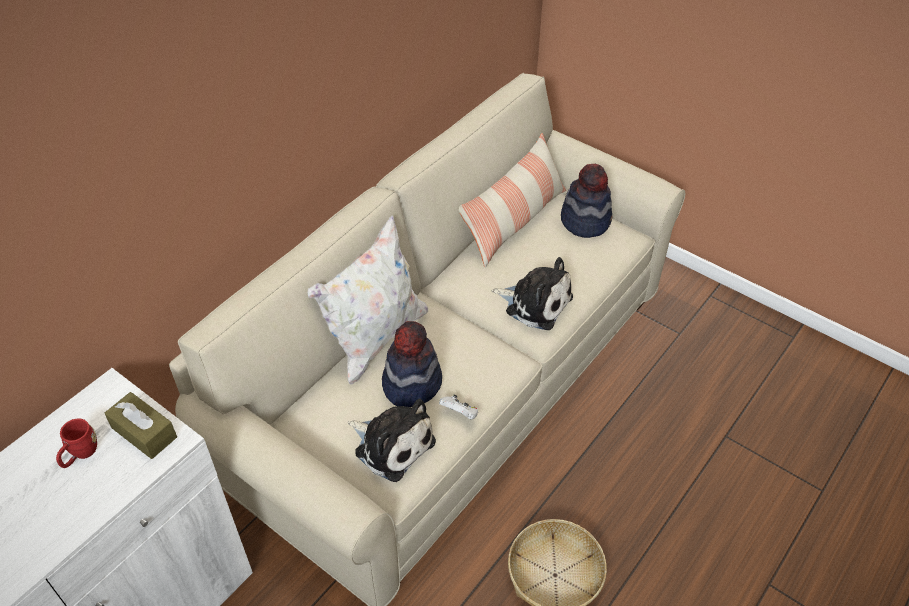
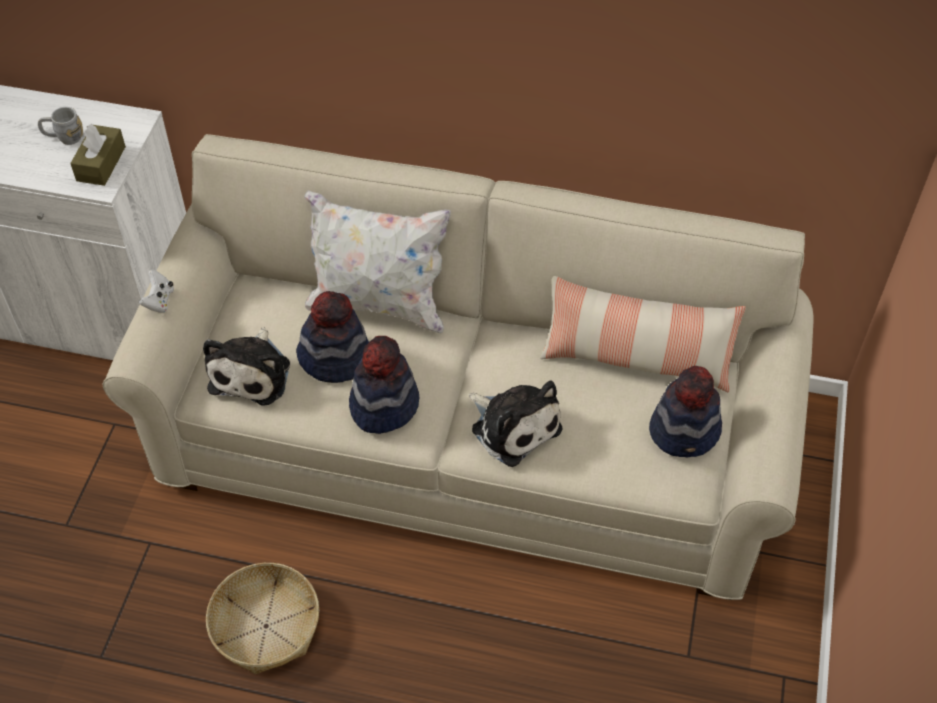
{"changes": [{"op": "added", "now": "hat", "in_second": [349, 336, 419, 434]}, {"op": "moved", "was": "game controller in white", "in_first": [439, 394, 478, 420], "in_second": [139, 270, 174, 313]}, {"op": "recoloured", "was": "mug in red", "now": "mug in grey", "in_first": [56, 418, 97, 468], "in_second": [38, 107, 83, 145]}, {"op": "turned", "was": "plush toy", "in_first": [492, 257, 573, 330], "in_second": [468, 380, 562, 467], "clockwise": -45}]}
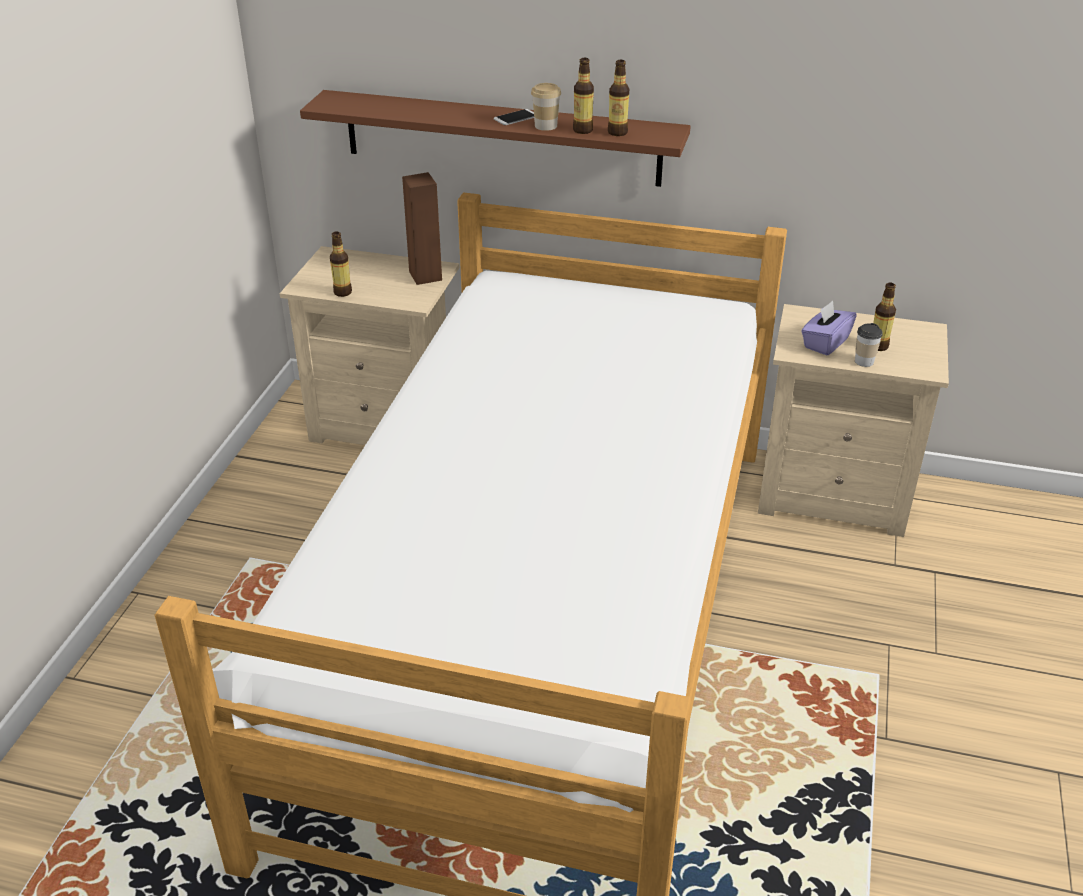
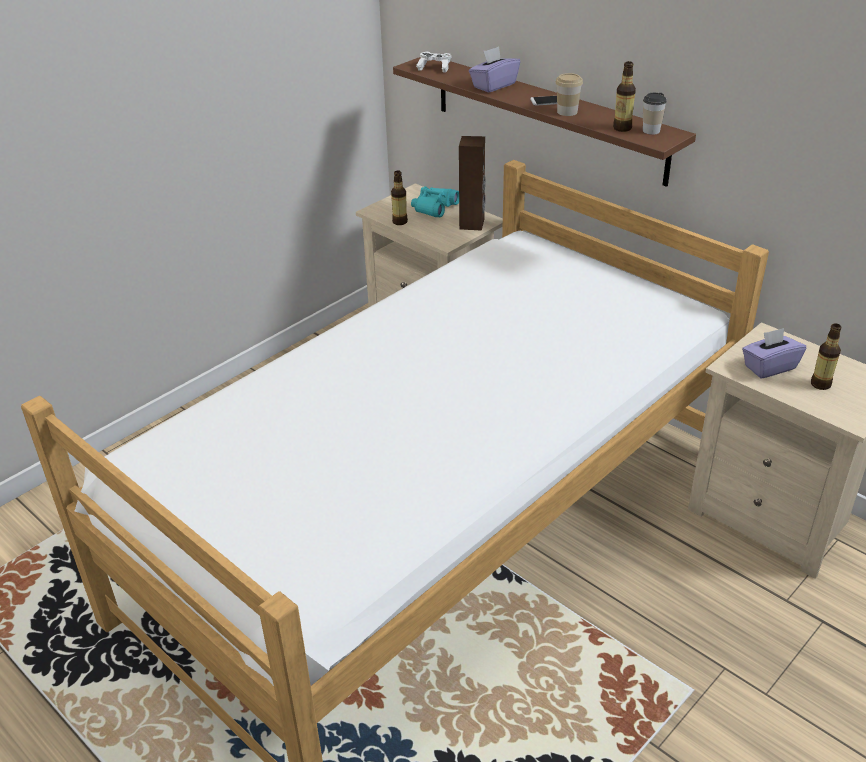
{"changes": [{"op": "removed", "was": "bottle", "in_first": [573, 58, 594, 134]}, {"op": "added", "now": "binoculars in turquoise", "in_second": [411, 186, 459, 217]}, {"op": "added", "now": "game controller in white", "in_second": [416, 52, 451, 73]}, {"op": "added", "now": "tissue box in purple", "in_second": [469, 47, 520, 93]}, {"op": "moved", "was": "cup", "in_first": [855, 323, 883, 367], "in_second": [643, 93, 667, 135]}]}
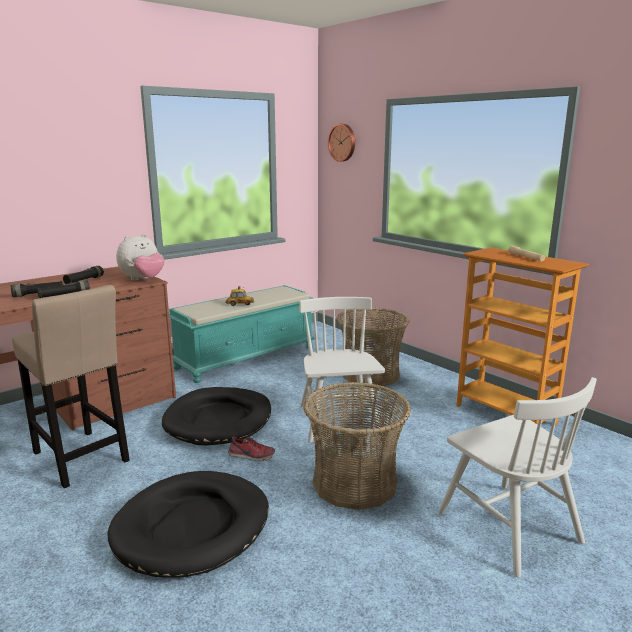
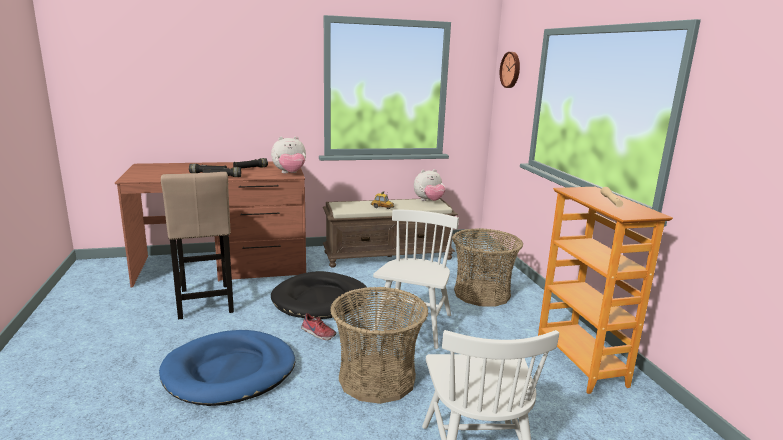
{"changes": [{"op": "added", "now": "plush toy", "in_second": [414, 169, 445, 201]}, {"op": "recoloured", "was": "dog bed in black", "now": "dog bed in blue", "in_first": [108, 471, 269, 578], "in_second": [159, 330, 295, 406]}, {"op": "recoloured", "was": "bench in turquoise", "now": "bench in brown", "in_first": [169, 285, 315, 383], "in_second": [323, 198, 458, 268]}]}
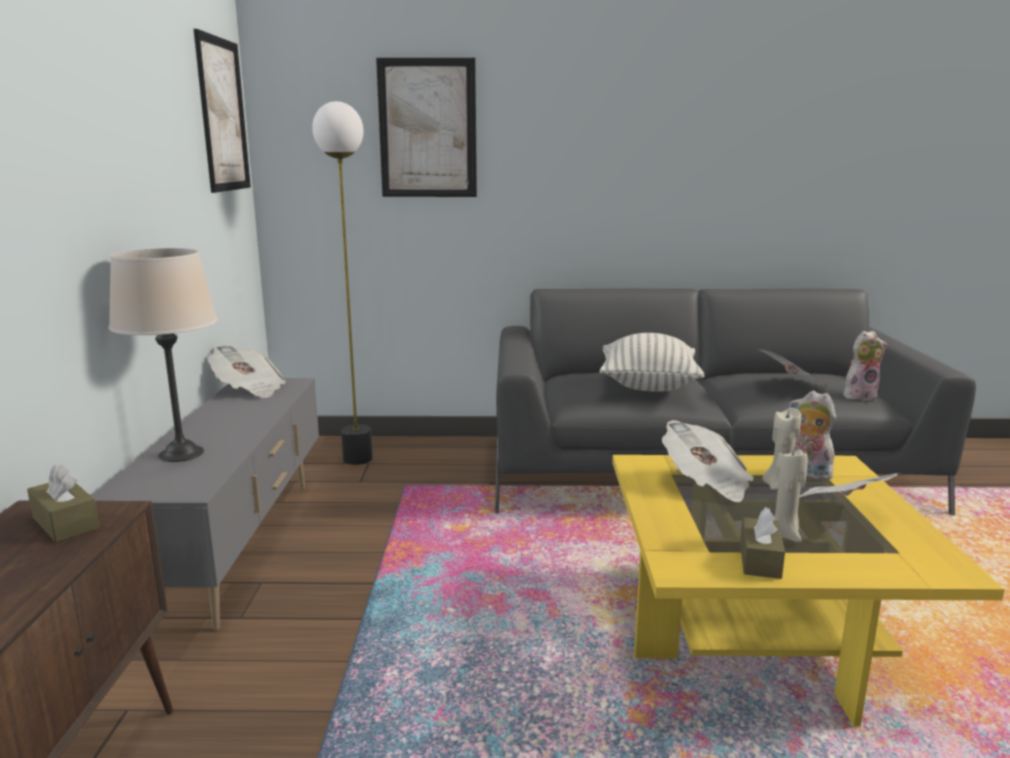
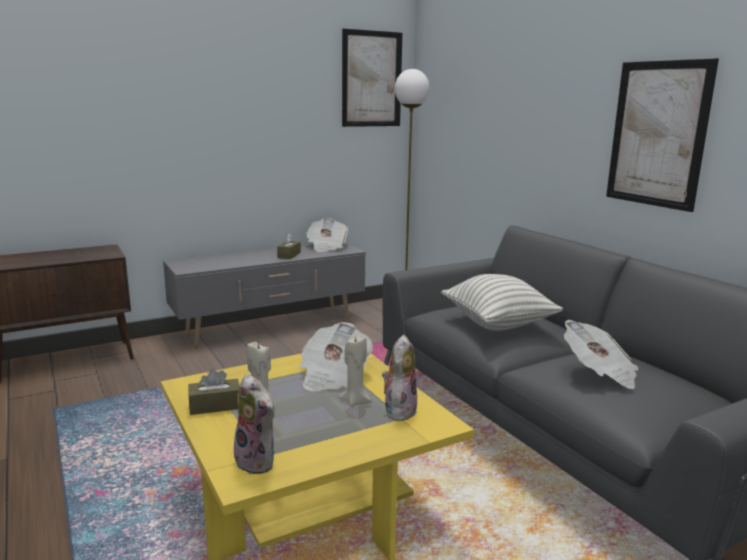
{"changes": [{"op": "removed", "was": "table lamp in beige", "in_first": [109, 248, 217, 462]}, {"op": "removed", "was": "newspaper", "in_first": [799, 472, 902, 497]}, {"op": "moved", "was": "tissue box in brown", "in_first": [27, 463, 99, 542], "in_second": [277, 233, 301, 259]}, {"op": "moved", "was": "picture", "in_first": [376, 58, 477, 197], "in_second": [606, 58, 719, 212]}, {"op": "moved", "was": "plush toy", "in_first": [843, 331, 887, 401], "in_second": [234, 374, 275, 475]}]}
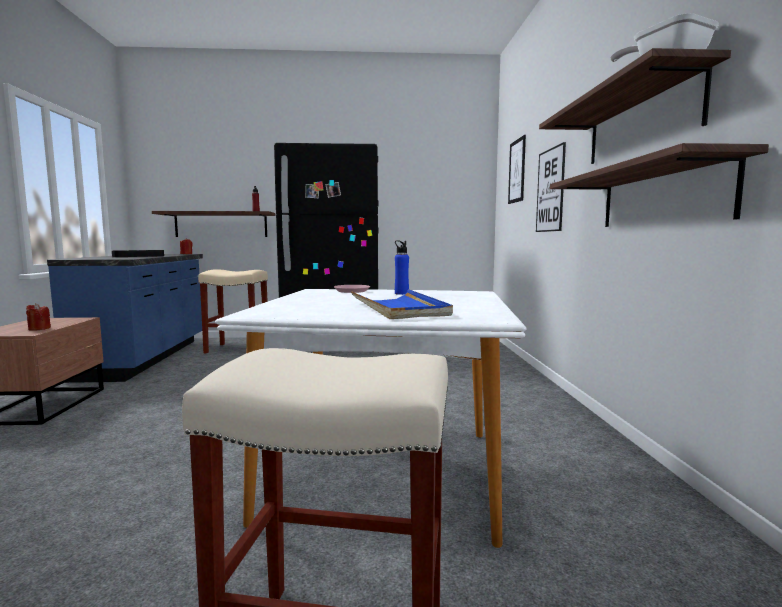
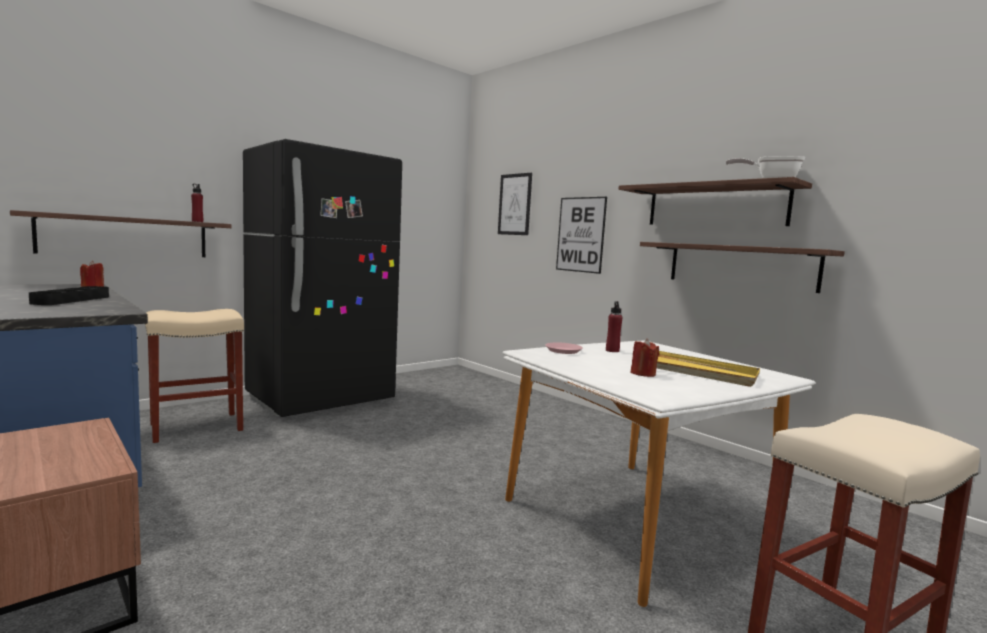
{"changes": [{"op": "moved", "was": "candle in red", "in_first": [26, 303, 51, 331], "in_second": [631, 339, 659, 377]}, {"op": "recoloured", "was": "tray in blue", "now": "tray in yellow", "in_first": [351, 289, 453, 319], "in_second": [656, 351, 760, 387]}, {"op": "recoloured", "was": "bottle in blue", "now": "bottle in red", "in_first": [395, 240, 409, 295], "in_second": [606, 301, 622, 352]}]}
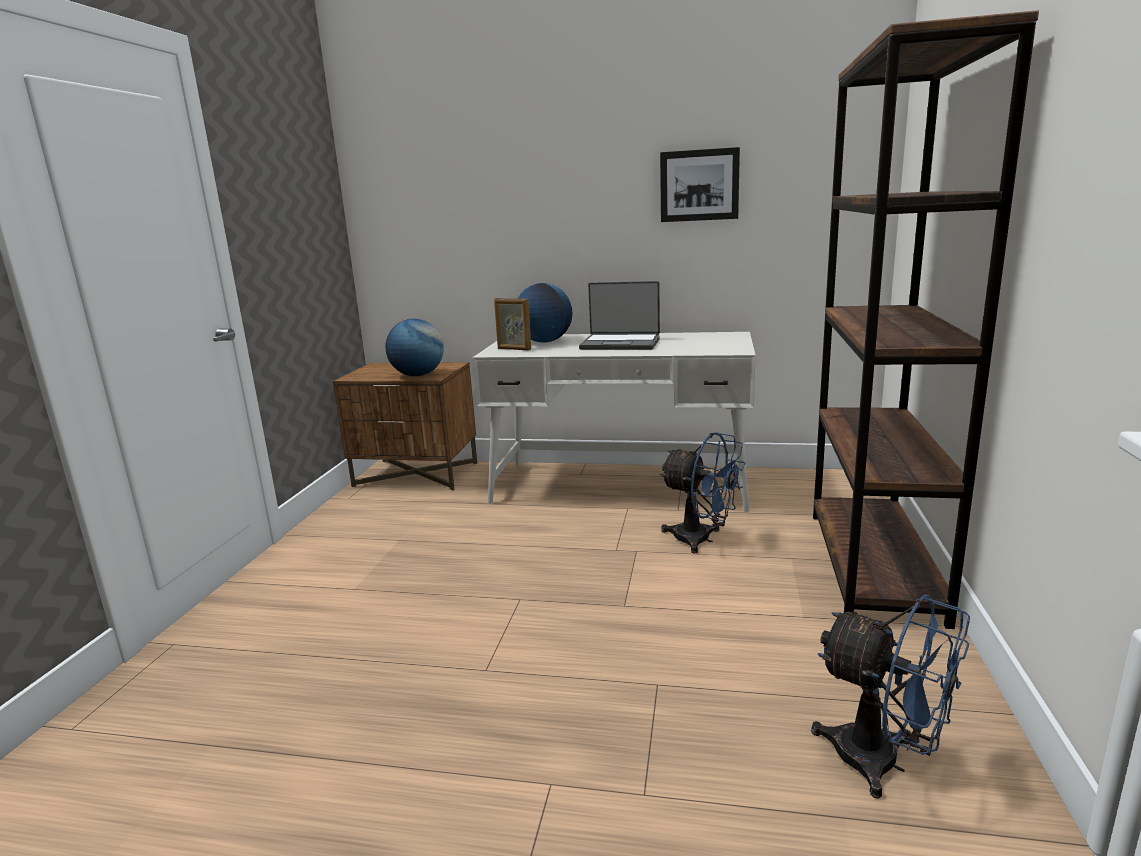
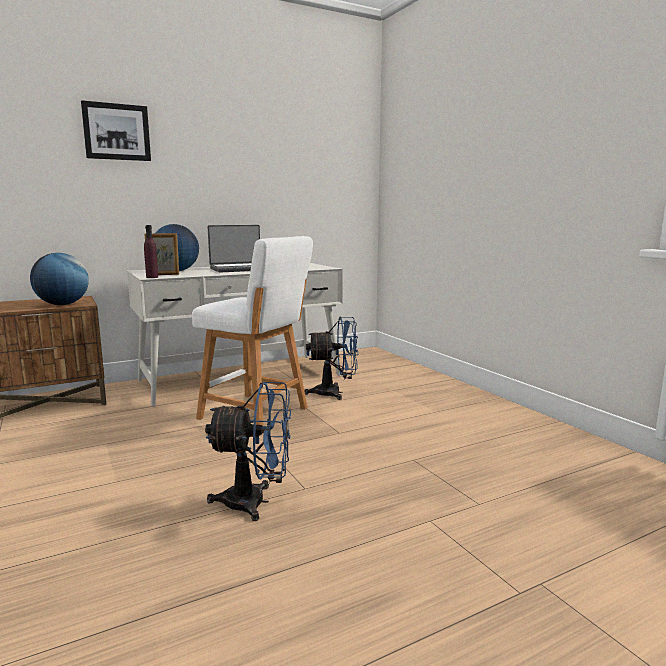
{"changes": [{"op": "removed", "was": "bookcase in brown", "in_first": [813, 10, 1039, 629]}, {"op": "added", "now": "bottle in purple", "in_second": [144, 225, 158, 278]}, {"op": "added", "now": "stool in white", "in_second": [192, 236, 313, 435]}, {"op": "moved", "was": "picture", "in_first": [660, 147, 740, 222], "in_second": [81, 100, 151, 161]}, {"op": "moved", "was": "fan in blue", "in_first": [811, 594, 970, 799], "in_second": [205, 382, 291, 521]}]}
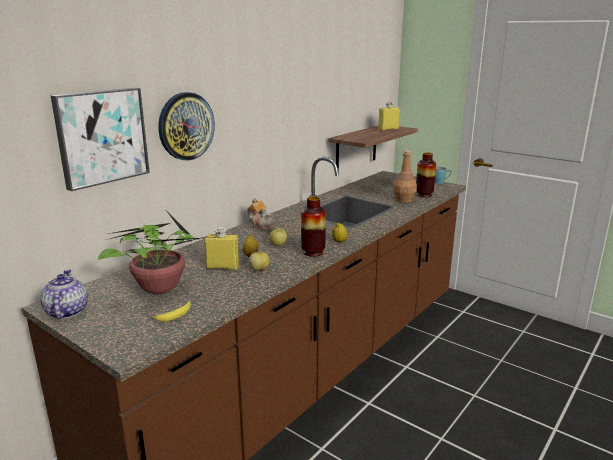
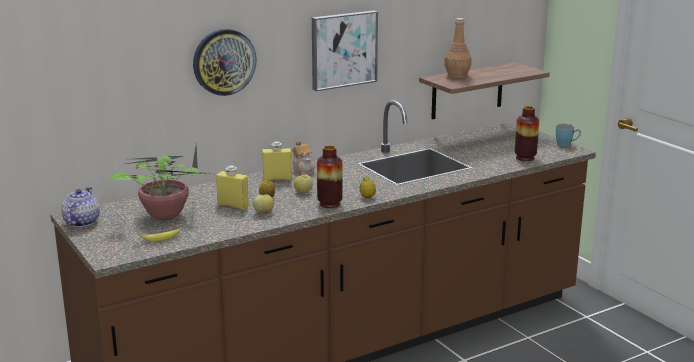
{"changes": [{"op": "moved", "was": "picture", "in_first": [51, 88, 150, 191], "in_second": [312, 10, 378, 91]}, {"op": "moved", "was": "bottle in yellow", "in_first": [378, 102, 400, 131], "in_second": [262, 142, 292, 181]}, {"op": "moved", "was": "bottle in brown", "in_first": [393, 150, 417, 203], "in_second": [444, 18, 471, 78]}]}
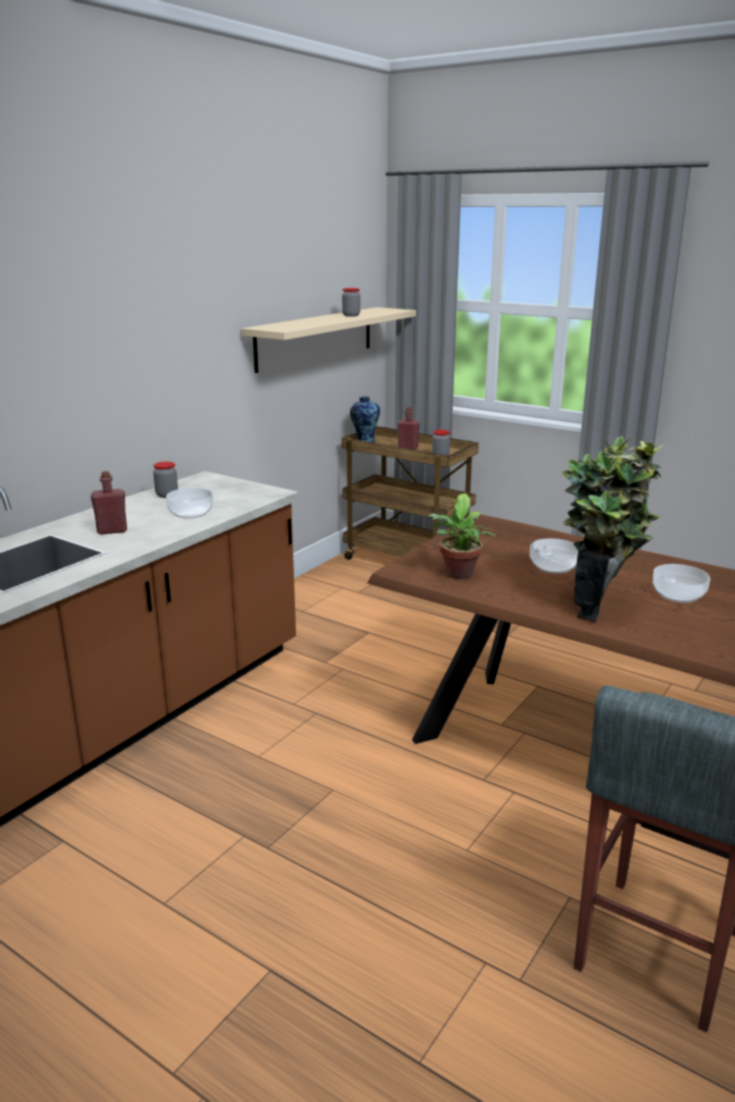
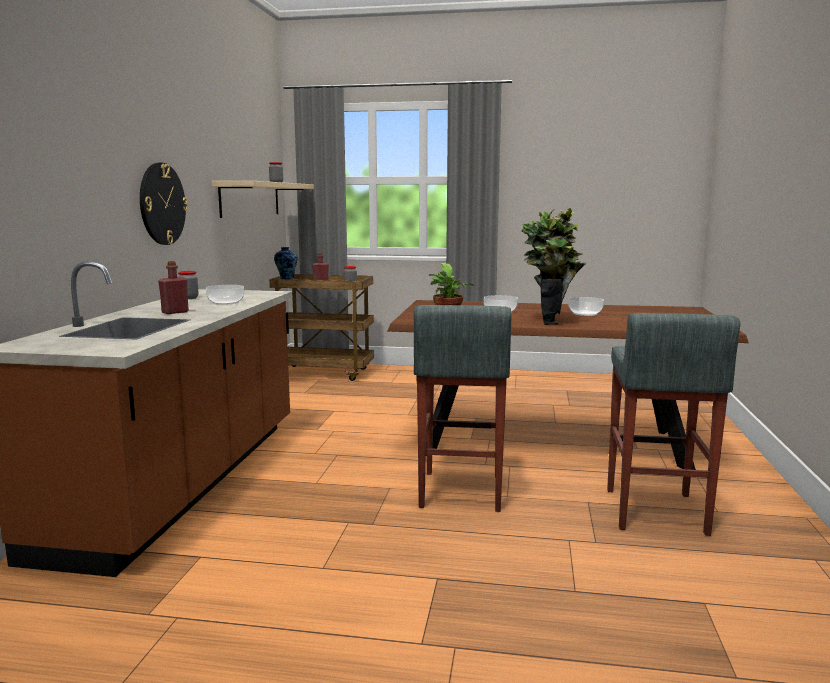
{"changes": [{"op": "added", "now": "wall clock", "in_second": [140, 163, 188, 245]}, {"op": "added", "now": "stool in grey", "in_second": [414, 305, 511, 512]}]}
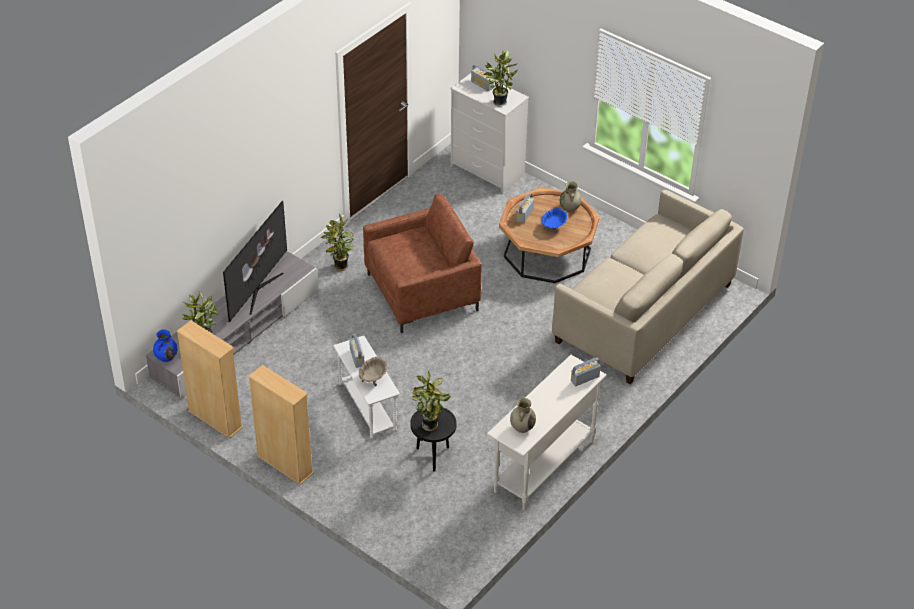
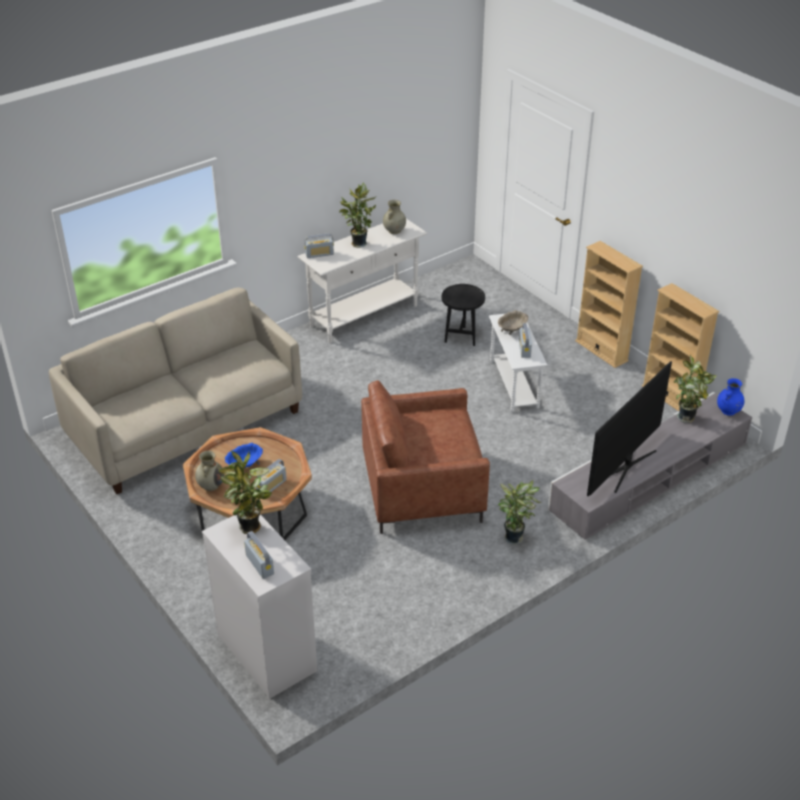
{"changes": [{"op": "moved", "was": "potted plant", "in_first": [411, 371, 451, 431], "in_second": [339, 183, 376, 248]}]}
